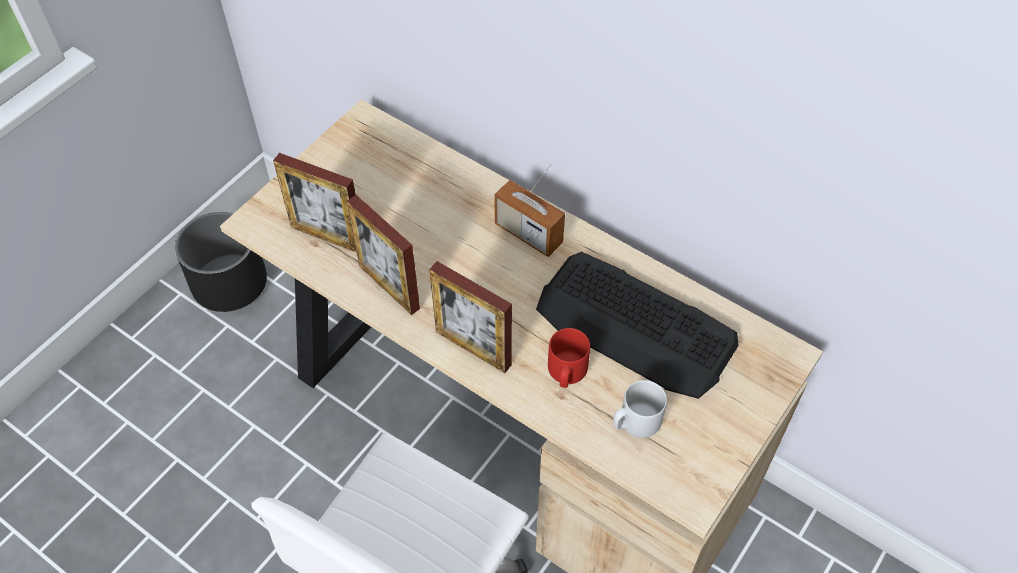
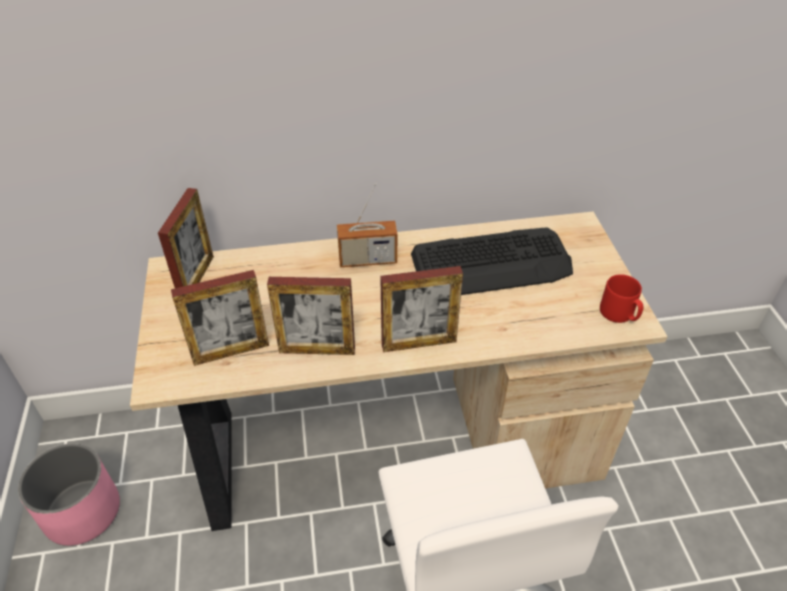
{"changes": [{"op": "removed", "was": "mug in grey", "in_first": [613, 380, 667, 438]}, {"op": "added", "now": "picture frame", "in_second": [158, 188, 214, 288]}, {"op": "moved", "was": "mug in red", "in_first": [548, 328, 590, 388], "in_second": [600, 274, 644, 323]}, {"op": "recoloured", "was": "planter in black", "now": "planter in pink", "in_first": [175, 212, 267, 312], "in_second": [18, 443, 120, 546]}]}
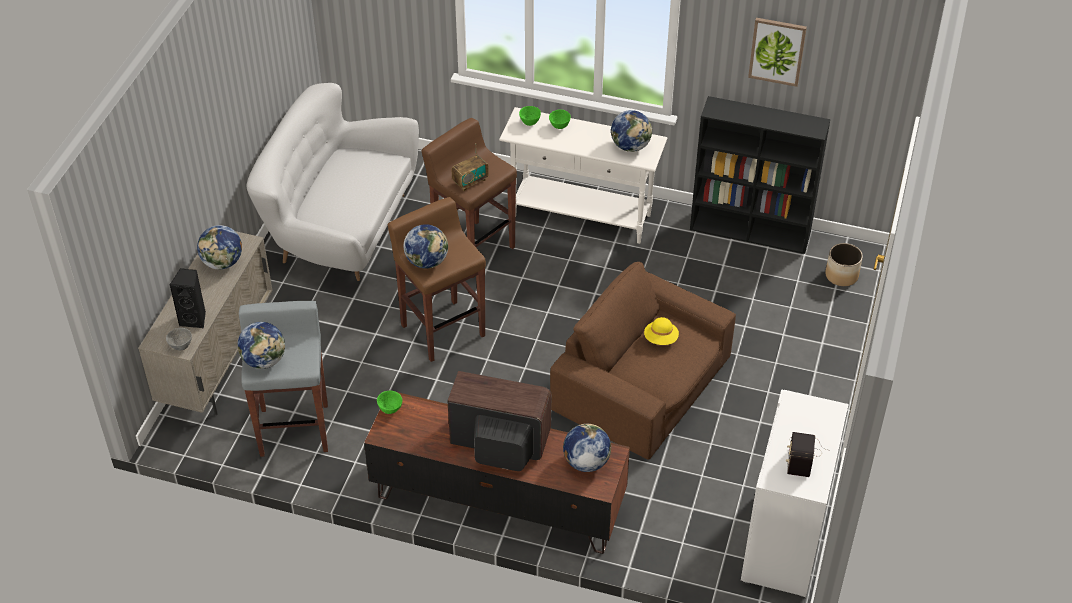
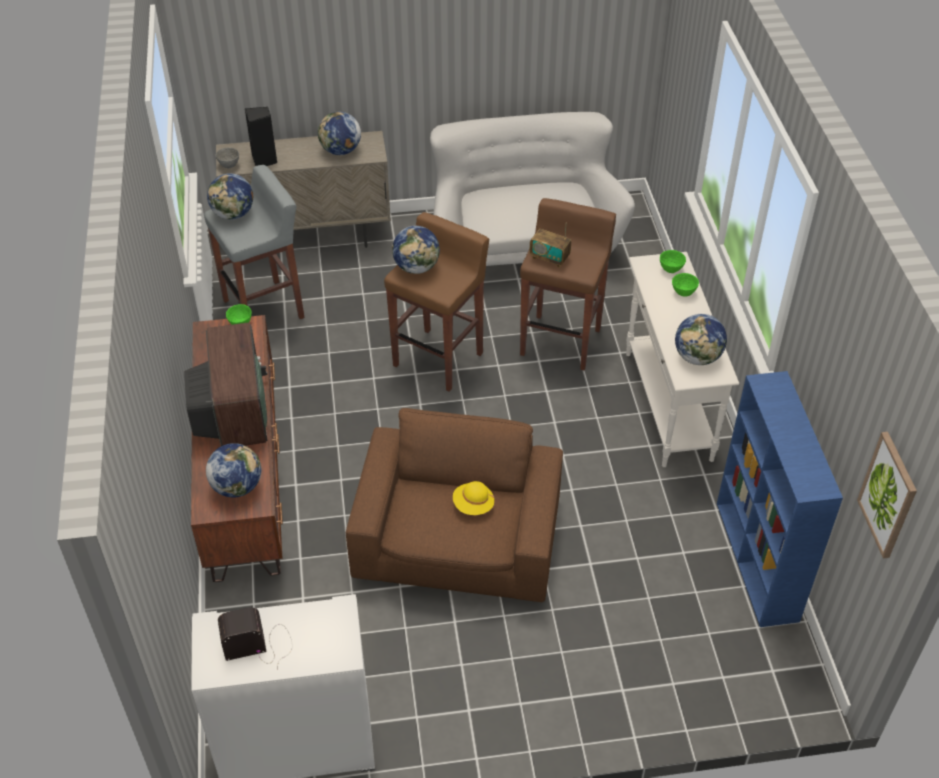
{"changes": [{"op": "removed", "was": "planter", "in_first": [825, 243, 863, 286]}, {"op": "moved", "was": "picture", "in_first": [748, 18, 807, 87], "in_second": [857, 432, 917, 558]}, {"op": "recoloured", "was": "bookcase in black", "now": "bookcase in blue", "in_first": [690, 96, 830, 254], "in_second": [717, 371, 843, 627]}]}
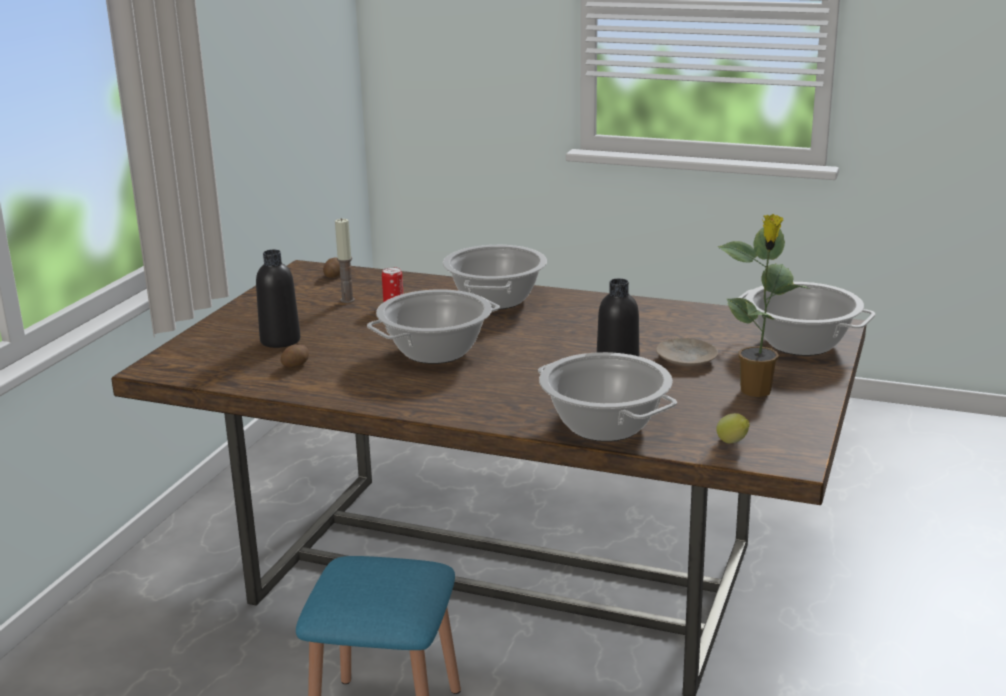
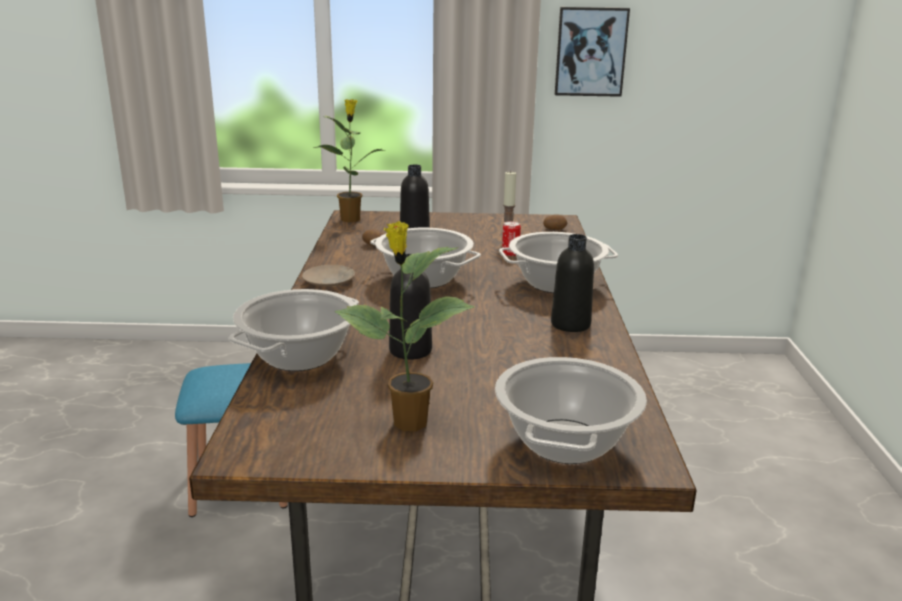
{"changes": [{"op": "removed", "was": "lemon", "in_first": [716, 413, 750, 443]}, {"op": "added", "now": "potted plant", "in_second": [313, 99, 384, 222]}, {"op": "added", "now": "bottle in black", "in_second": [551, 234, 594, 332]}, {"op": "added", "now": "picture", "in_second": [555, 7, 630, 97]}, {"op": "moved", "was": "plate in beige", "in_first": [656, 338, 718, 366], "in_second": [302, 265, 355, 287]}]}
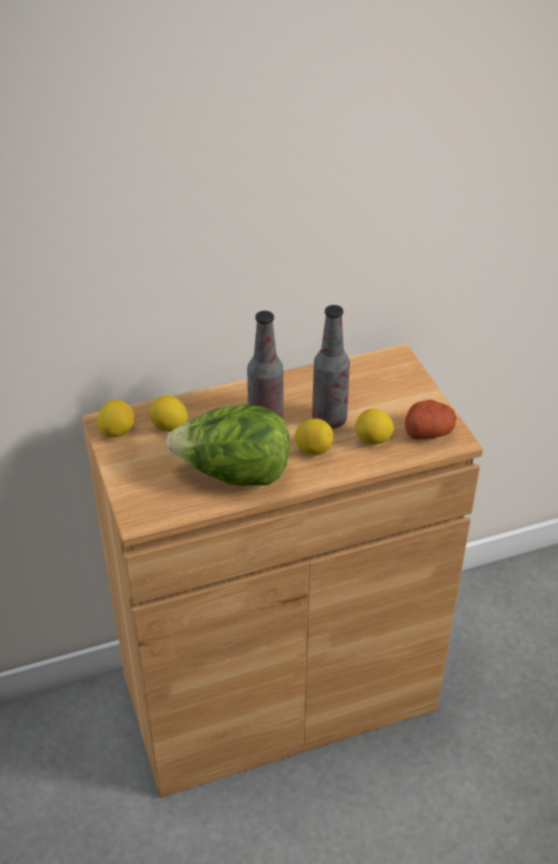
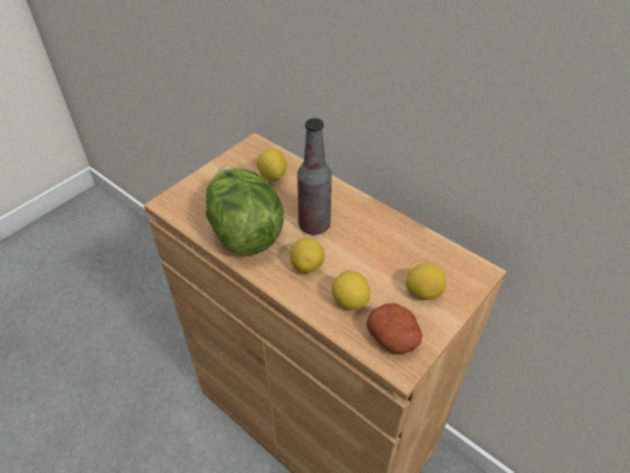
{"changes": [{"op": "removed", "was": "bottle", "in_first": [312, 305, 350, 429]}, {"op": "moved", "was": "lemon", "in_first": [97, 399, 135, 437], "in_second": [405, 263, 446, 300]}]}
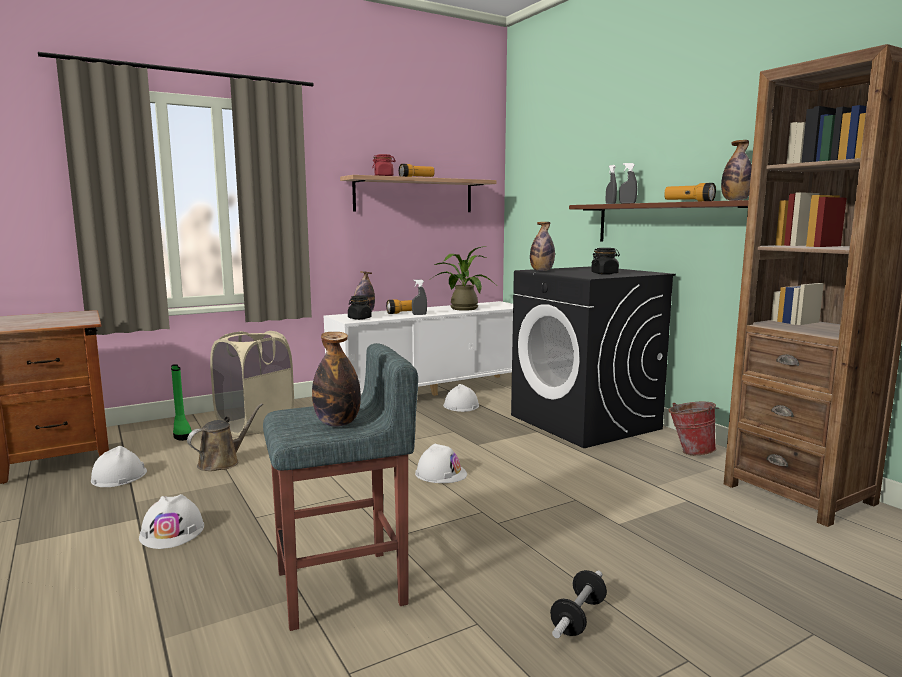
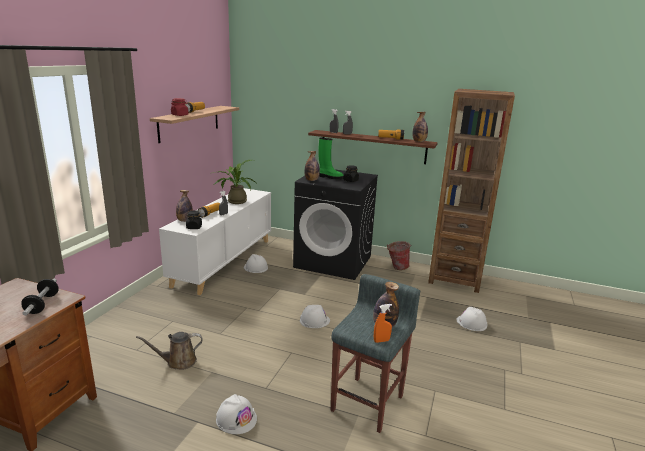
{"changes": [{"op": "removed", "was": "laundry basket in beige", "in_first": [210, 331, 294, 435]}, {"op": "added", "now": "spray bottle in orange", "in_second": [374, 304, 392, 343]}, {"op": "moved", "was": "hard hat in white", "in_first": [91, 446, 147, 487], "in_second": [456, 307, 488, 331]}, {"op": "moved", "was": "boot in green", "in_first": [171, 364, 192, 441], "in_second": [318, 137, 344, 180]}, {"op": "moved", "was": "dumbbell", "in_first": [550, 570, 607, 638], "in_second": [21, 279, 59, 316]}, {"op": "turned", "was": "watering can in brown", "in_first": [187, 403, 263, 471], "in_second": [136, 332, 202, 370], "clockwise": -105}]}
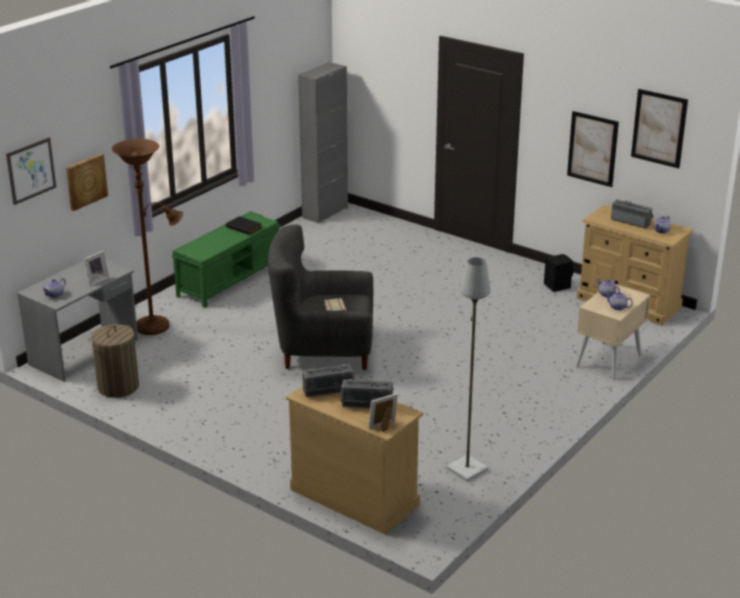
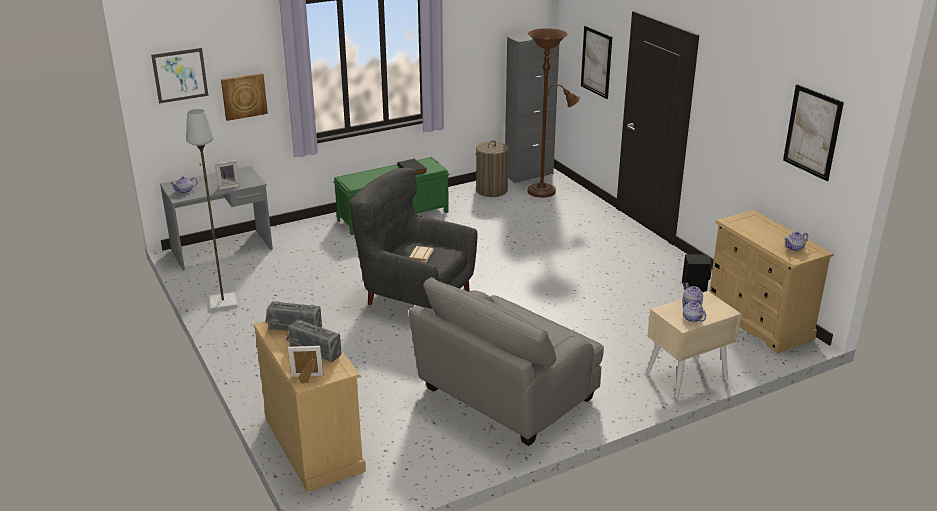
{"changes": [{"op": "removed", "was": "radio", "in_first": [611, 199, 654, 228]}, {"op": "added", "now": "armchair in grey", "in_second": [409, 277, 604, 446]}, {"op": "moved", "was": "laundry basket", "in_first": [91, 324, 139, 398], "in_second": [475, 140, 509, 197]}, {"op": "moved", "was": "floor lamp in brown", "in_first": [112, 139, 183, 335], "in_second": [527, 28, 580, 198]}, {"op": "moved", "was": "floor lamp in grey", "in_first": [446, 257, 491, 482], "in_second": [186, 109, 237, 311]}, {"op": "moved", "was": "picture", "in_first": [567, 111, 619, 187], "in_second": [581, 26, 612, 99]}]}
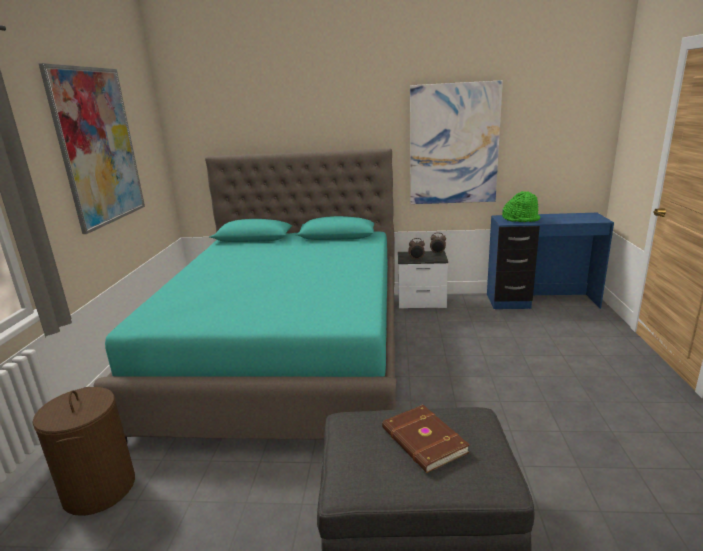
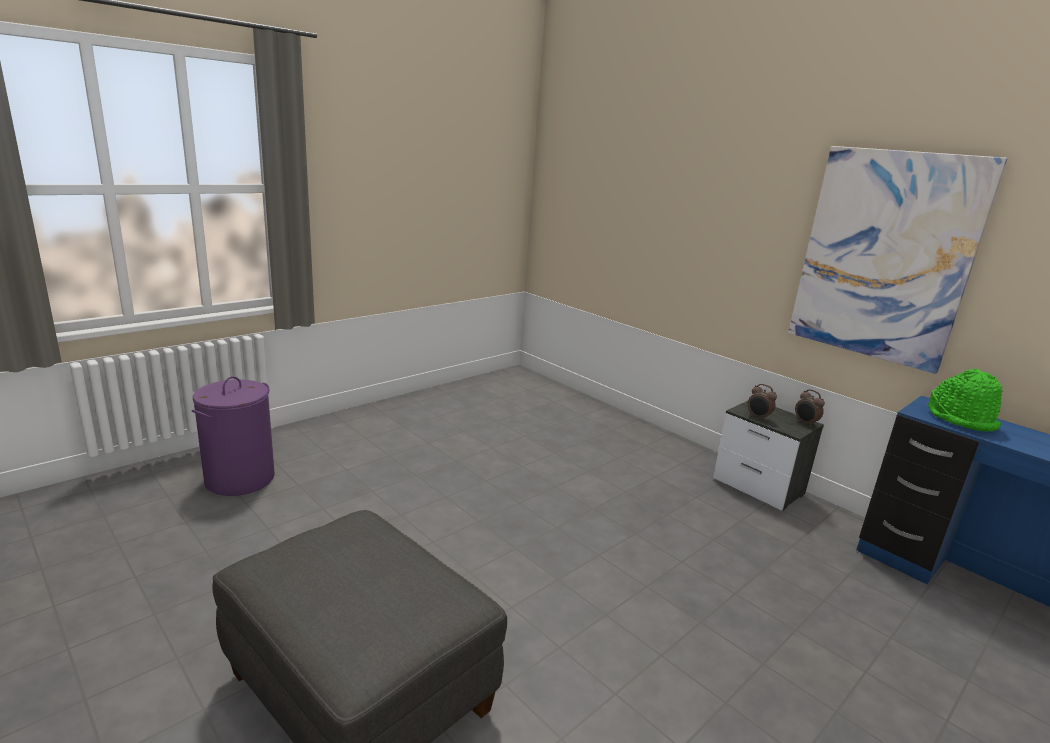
{"changes": [{"op": "removed", "was": "picture", "in_first": [39, 63, 145, 234]}, {"op": "removed", "was": "bed in turquoise", "in_first": [94, 148, 396, 442]}, {"op": "removed", "was": "book in brown", "in_first": [382, 405, 470, 473]}, {"op": "recoloured", "was": "laundry basket in brown", "now": "laundry basket in purple", "in_first": [32, 387, 135, 516], "in_second": [192, 376, 275, 496]}]}
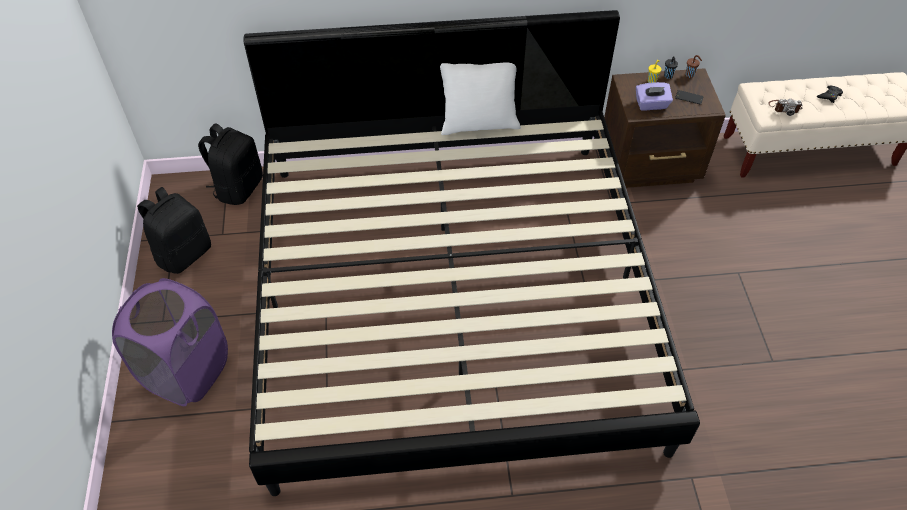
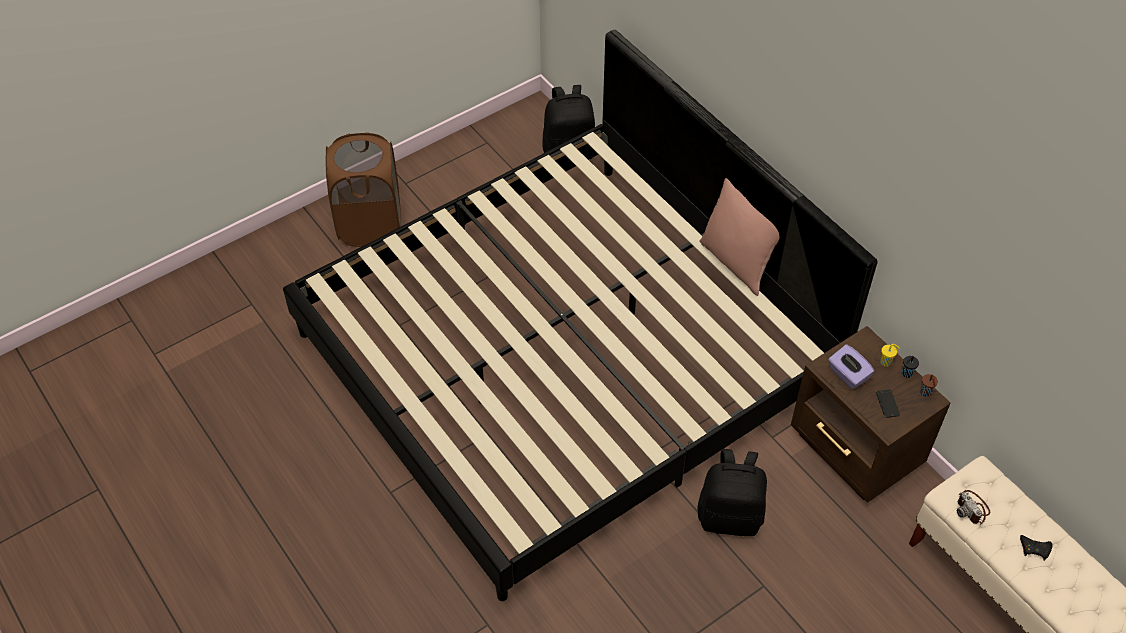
{"changes": [{"op": "moved", "was": "backpack in black", "in_first": [137, 187, 211, 274], "in_second": [698, 449, 767, 536]}, {"op": "recoloured", "was": "laundry basket in purple", "now": "laundry basket in brown", "in_first": [112, 278, 228, 406], "in_second": [326, 132, 401, 247]}, {"op": "recoloured", "was": "pillow in white", "now": "pillow in pink", "in_first": [440, 62, 521, 135], "in_second": [699, 178, 779, 296]}]}
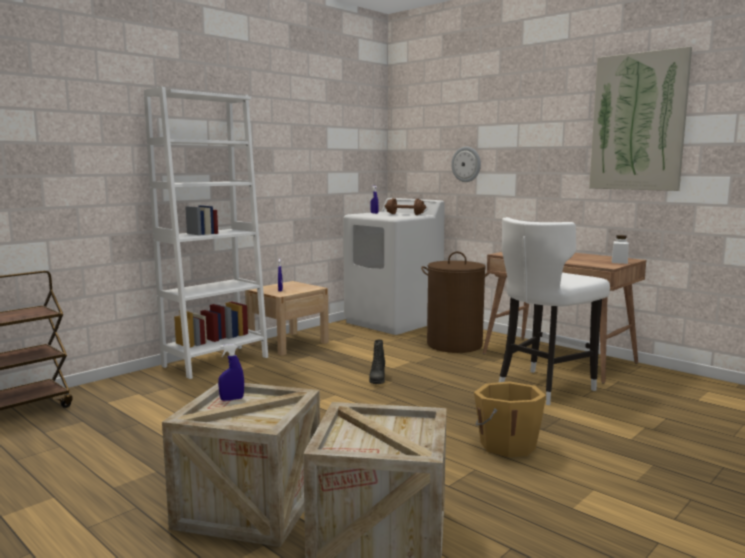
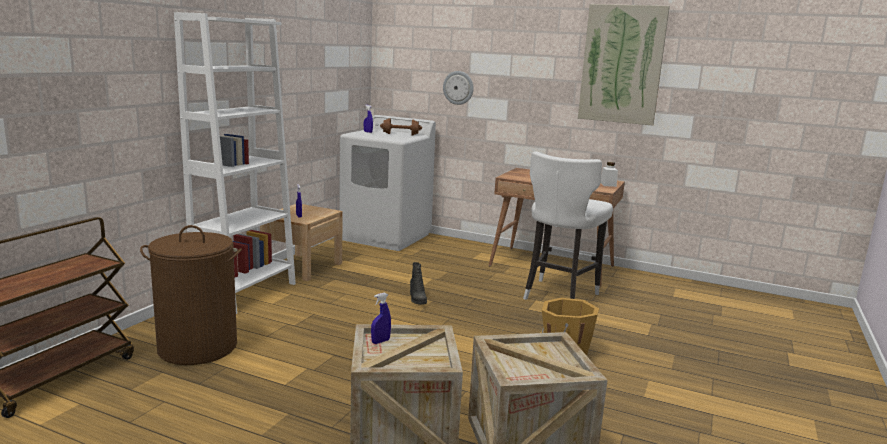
{"changes": [{"op": "moved", "was": "laundry basket in brown", "in_first": [421, 251, 490, 353], "in_second": [140, 225, 242, 365]}]}
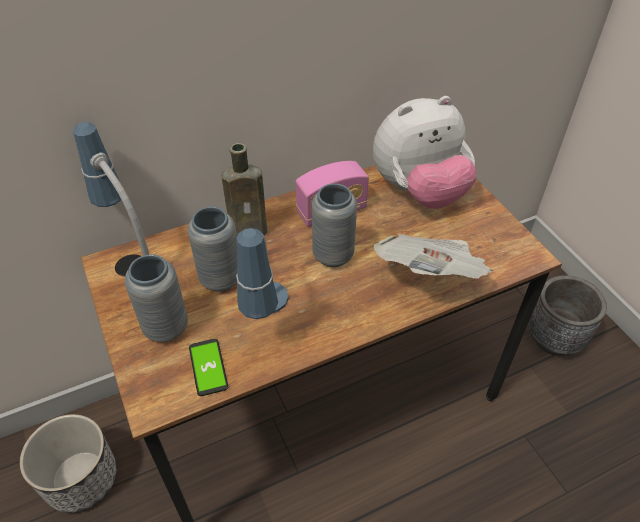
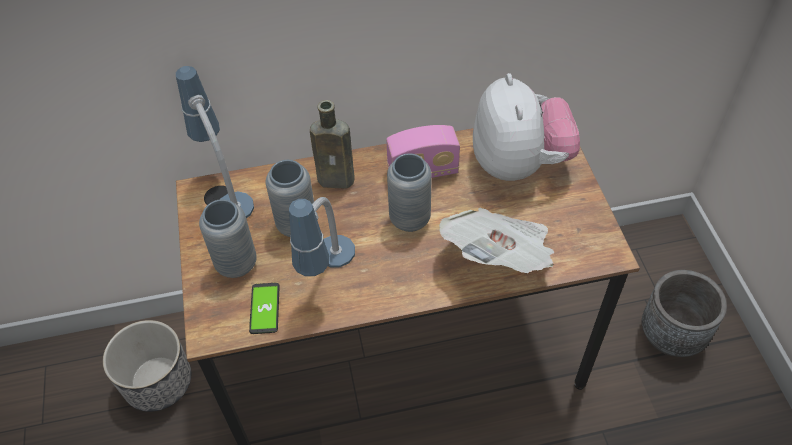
{"changes": [{"op": "turned", "was": "plush toy", "in_first": [373, 96, 477, 209], "in_second": [473, 73, 580, 181], "clockwise": -90}]}
